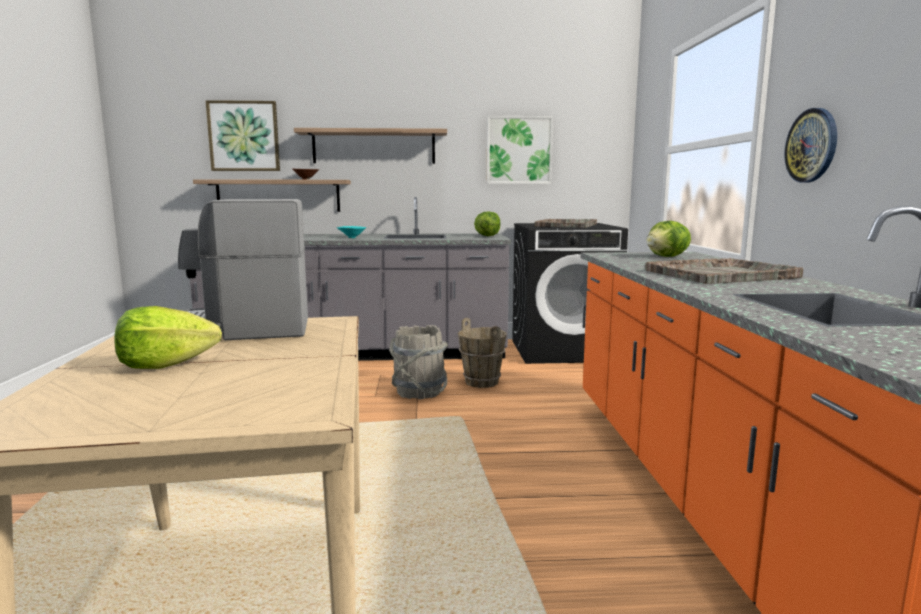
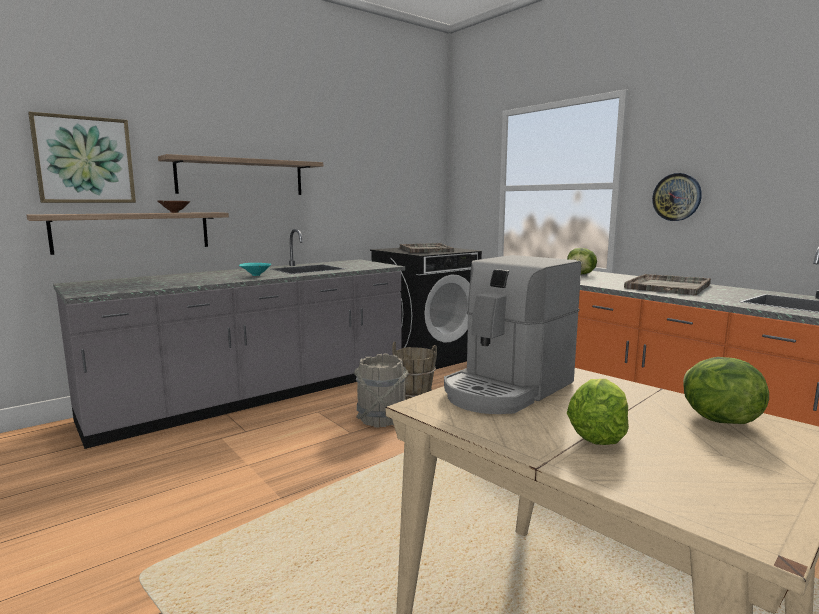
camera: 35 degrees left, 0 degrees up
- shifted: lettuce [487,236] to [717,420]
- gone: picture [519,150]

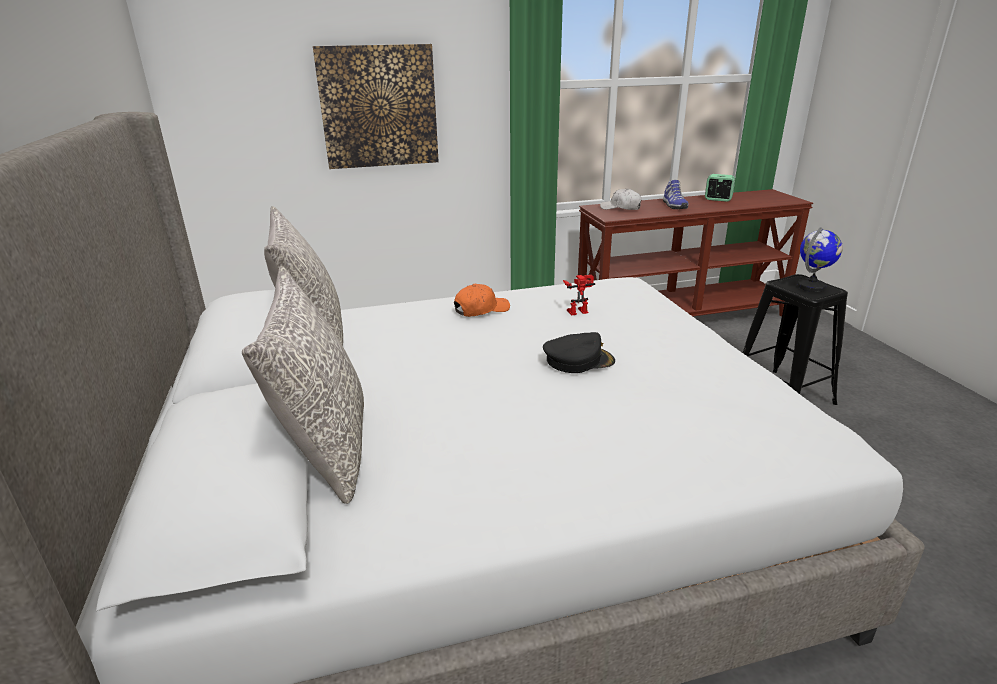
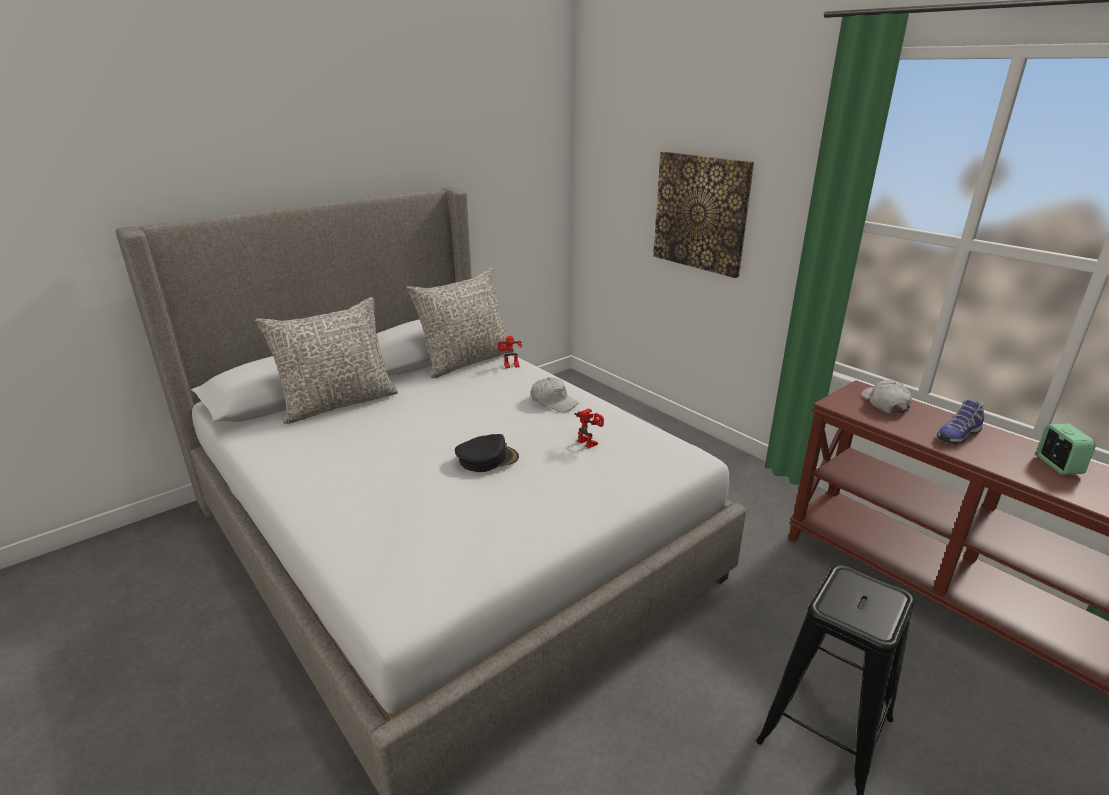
camera: 65 degrees right, 0 degrees up
- repainted: orange-coloured peaked cap [481,309] to white-coloured peaked cap [554,402]
- rotated: black peaked cap [578,360] = [487,459] 75 degrees counterclockwise
- gone: desk globe [811,287]
- new: toy robot [510,366]

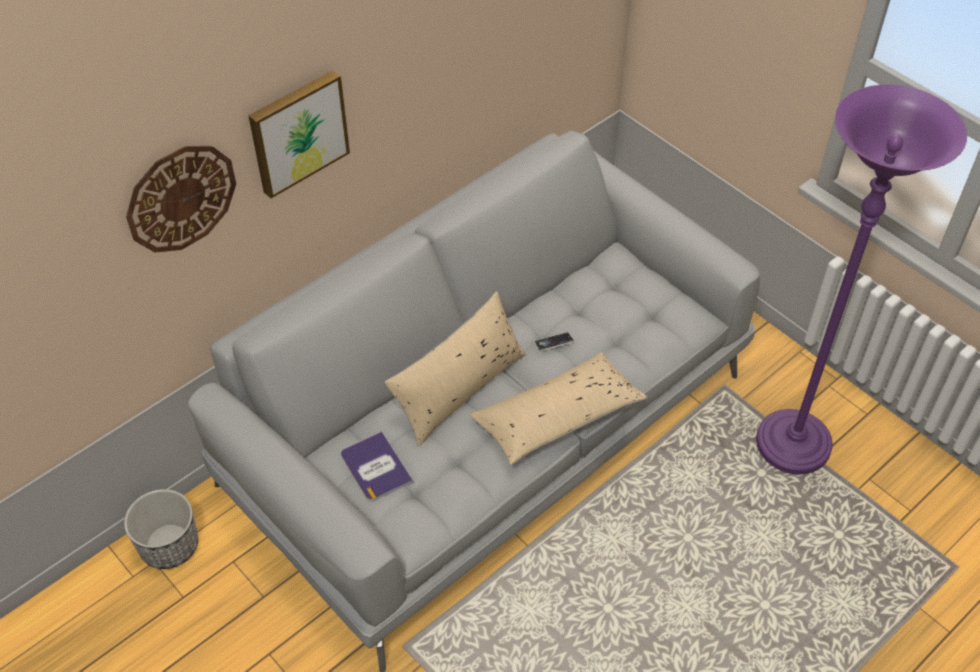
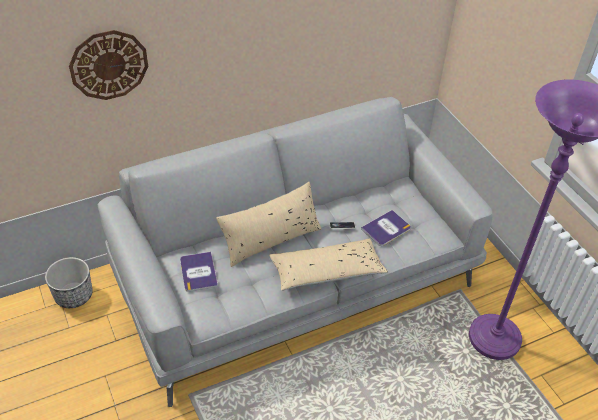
camera: 15 degrees right, 5 degrees down
- gone: picture [297,132]
- new: book [386,229]

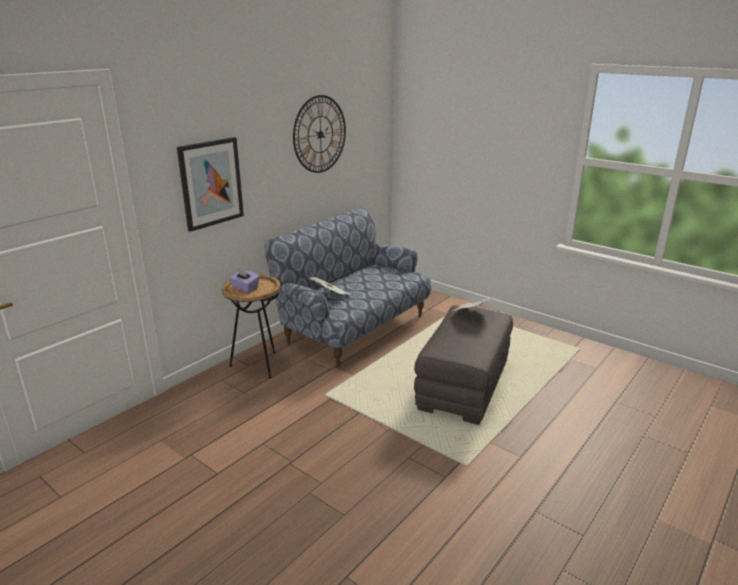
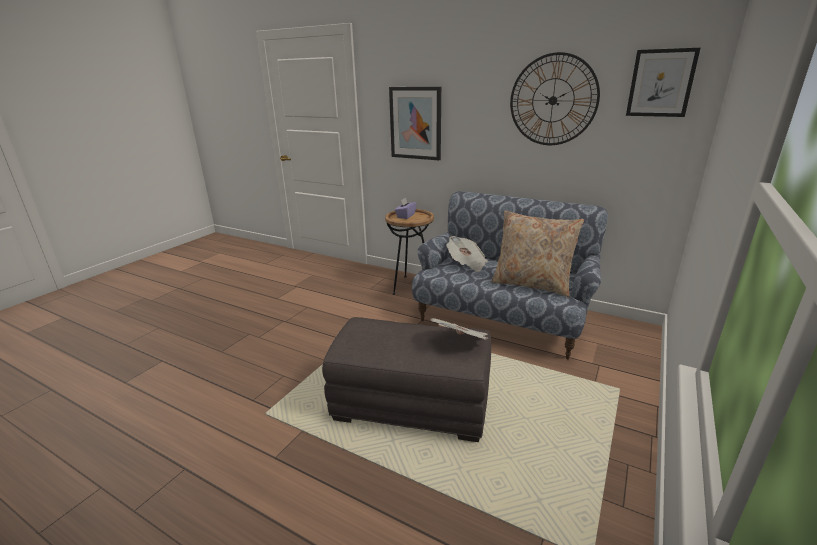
camera: 80 degrees right, 0 degrees up
- new: sand-coloured cushion [532,284]
- new: picture [661,83]

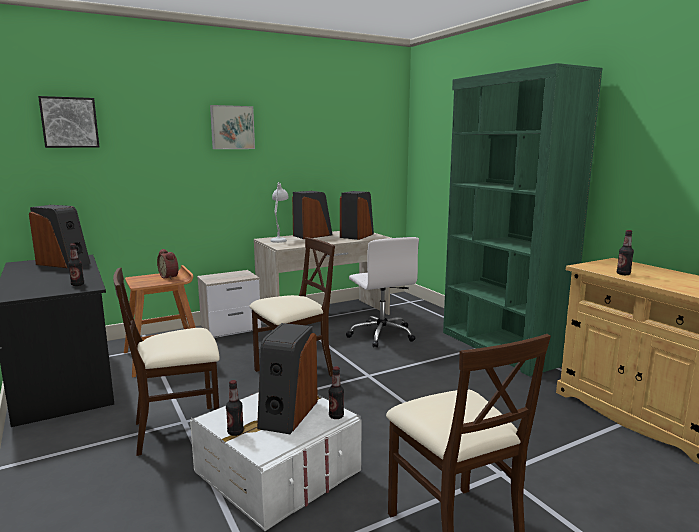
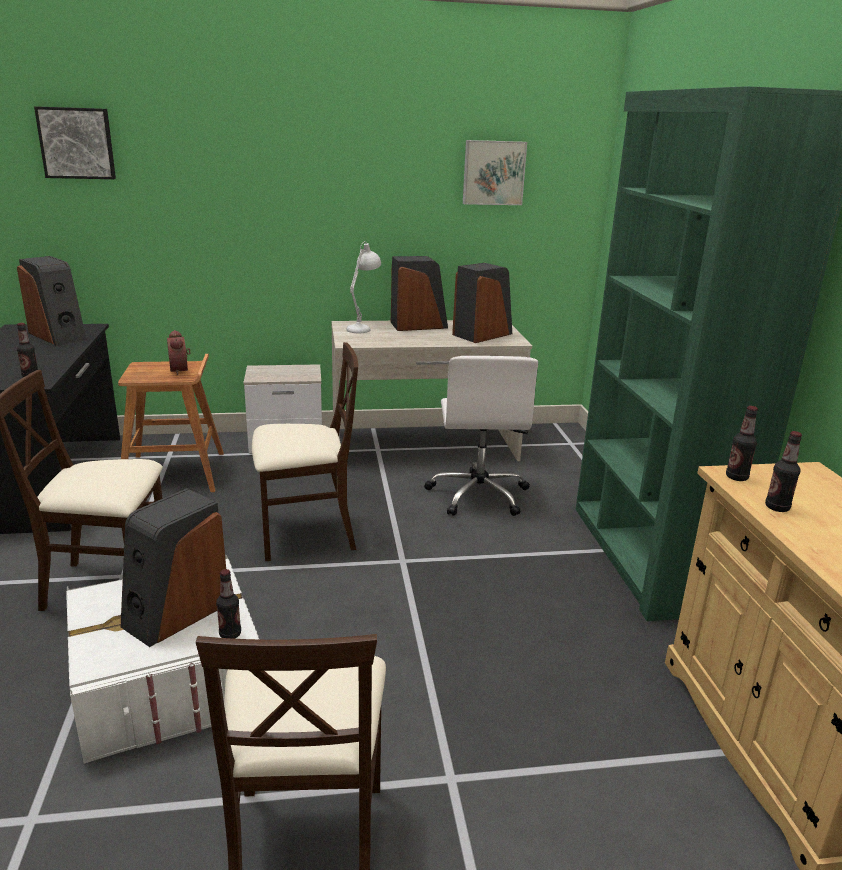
camera: 20 degrees right, 10 degrees up
- shifted: picture [232,127] to [493,172]
- shifted: drink bottle [235,432] to [736,477]

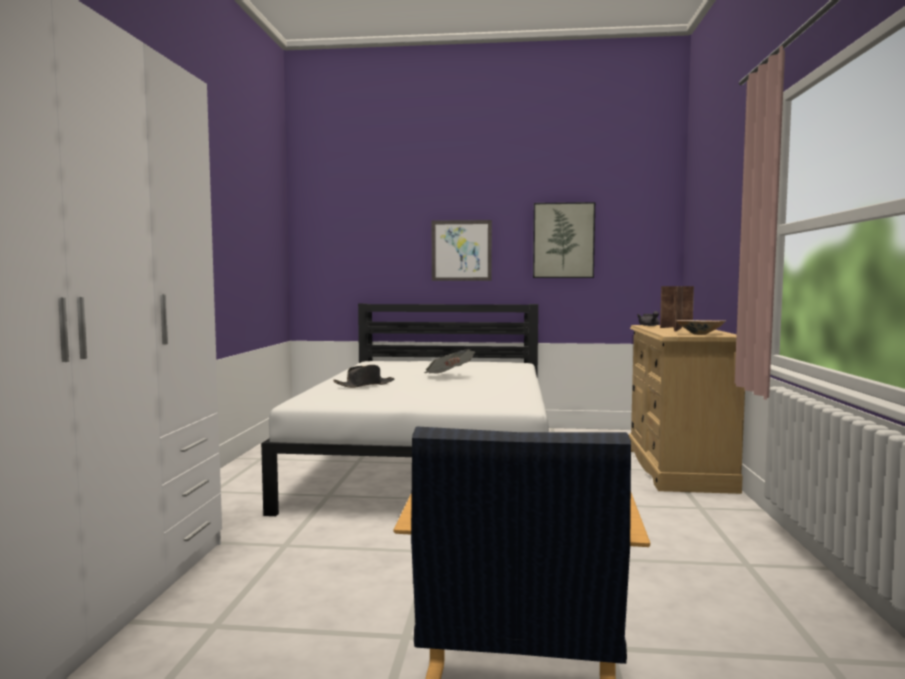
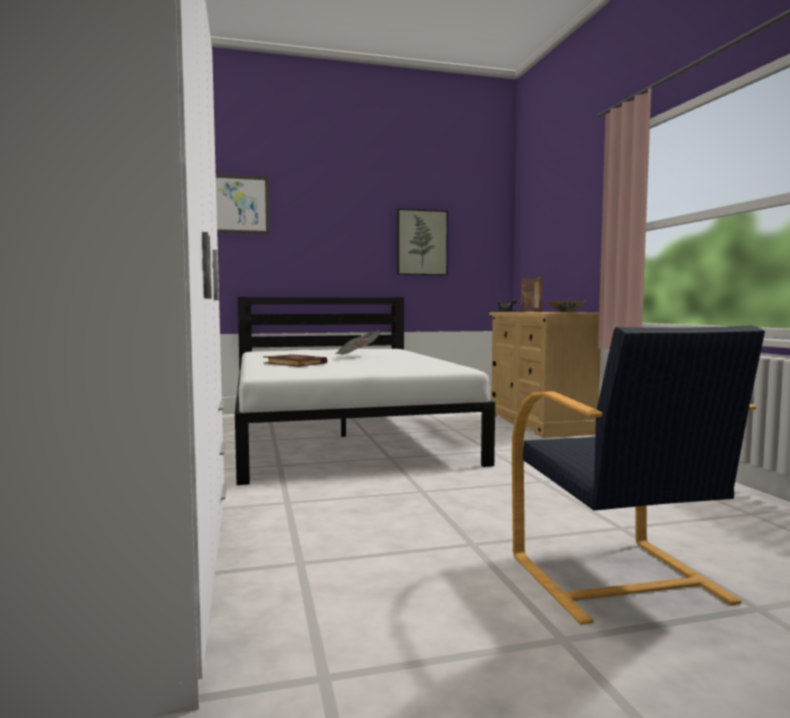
camera: 20 degrees left, 0 degrees up
- swapped: black wearable hat [364,385] to book [296,363]
- shifted: picture [461,250] to [239,204]

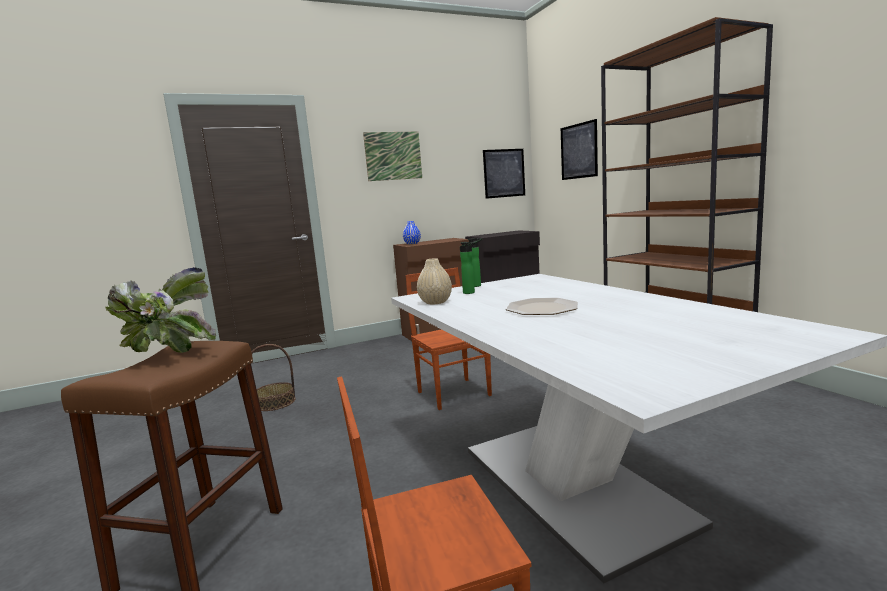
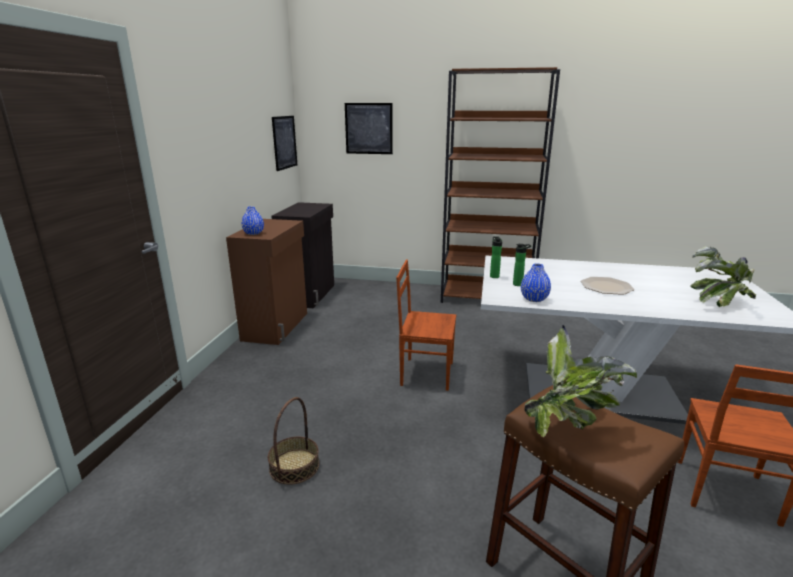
camera: 55 degrees left, 10 degrees up
- gone: picture [393,156]
- repainted: sand-coloured vase [435,302] to bluish vase [534,299]
- new: houseplant [717,303]

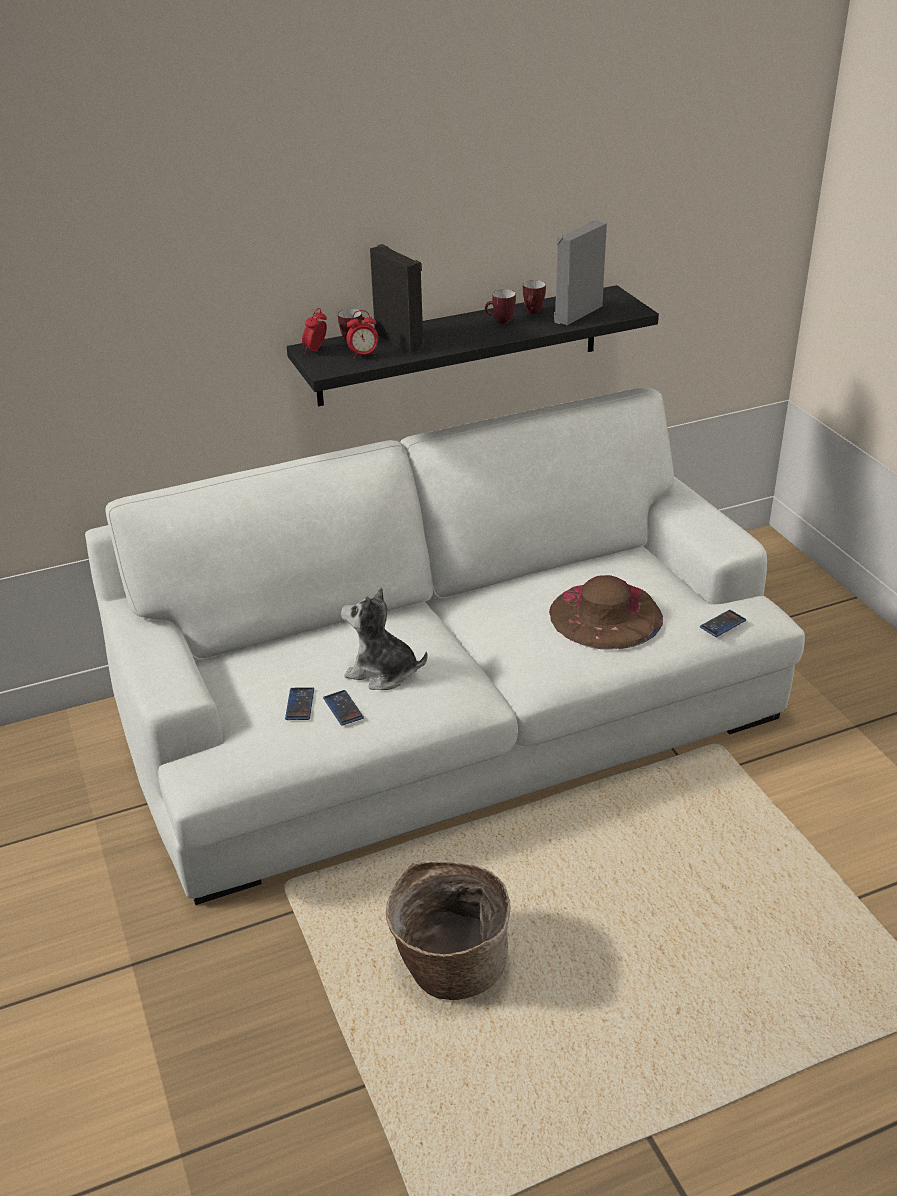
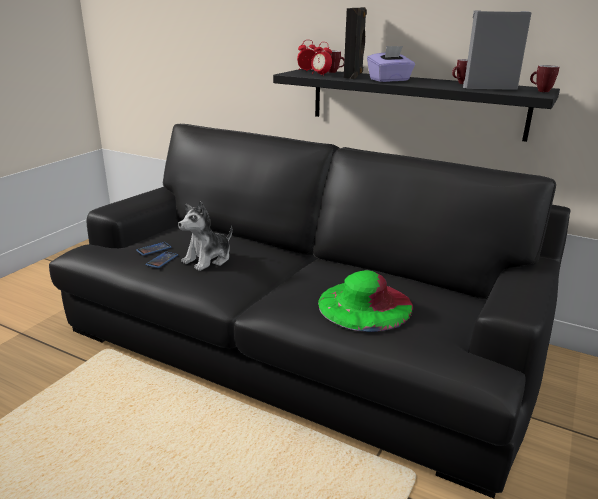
camera: 50 degrees right, 10 degrees down
- repainted: white-coloured couch [451,712] to black couch [298,339]
- rotated: plush toy [382,672] = [208,259] 120 degrees counterclockwise
- gone: basket [449,965]
- shifted: tea mug [500,321] to [540,91]
- repainted: brown wearable hat [605,615] to greenish wearable hat [365,304]
- gone: telephone [722,624]
- new: purple tissue holder [389,80]

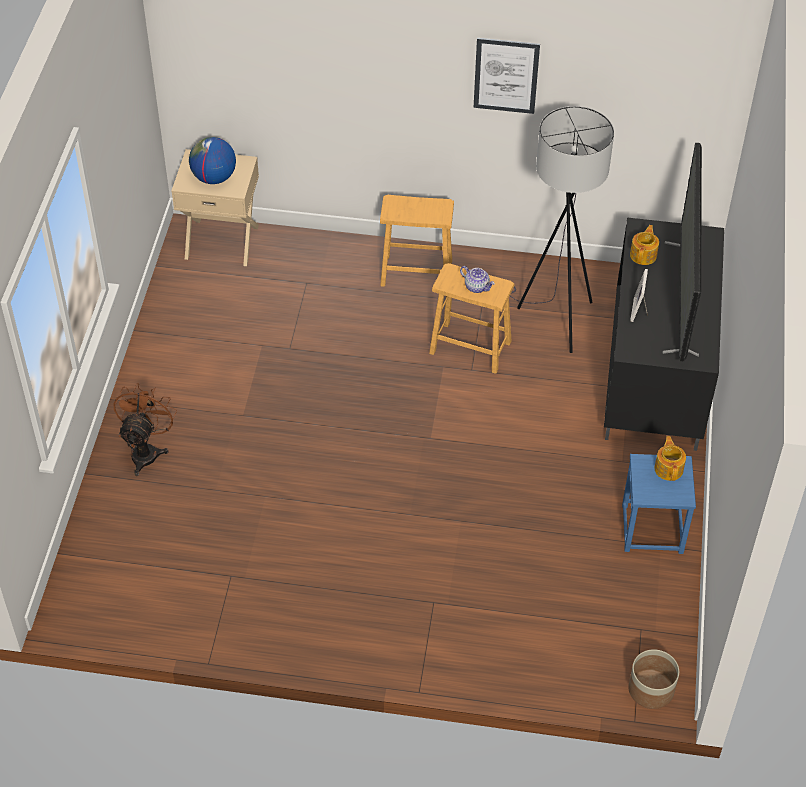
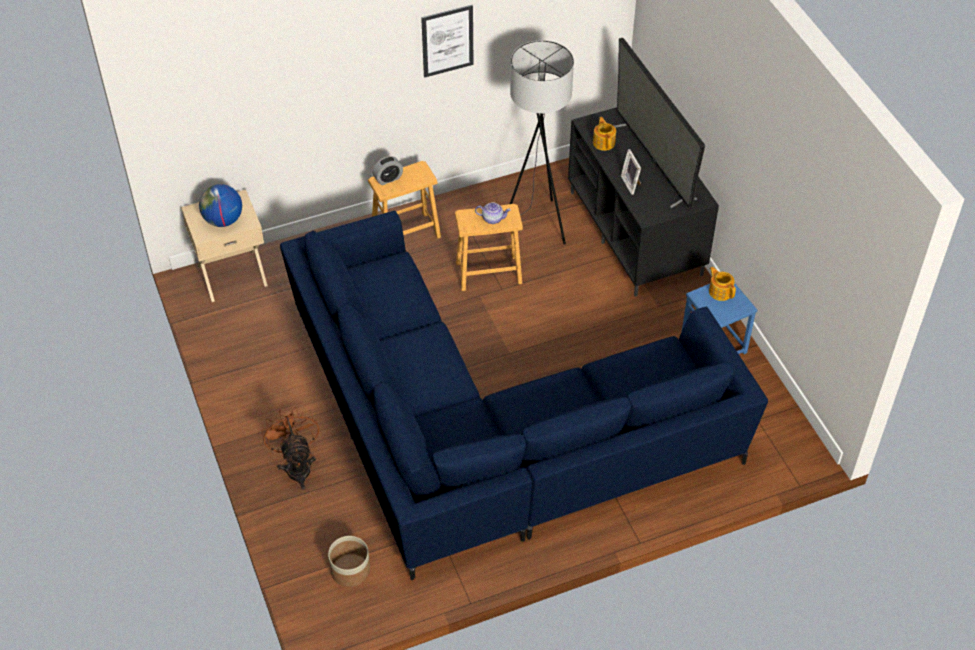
camera: 30 degrees left, 0 degrees up
- shifted: planter [650,690] to [350,571]
- new: bluish couch [487,435]
- new: bedside clock [388,179]

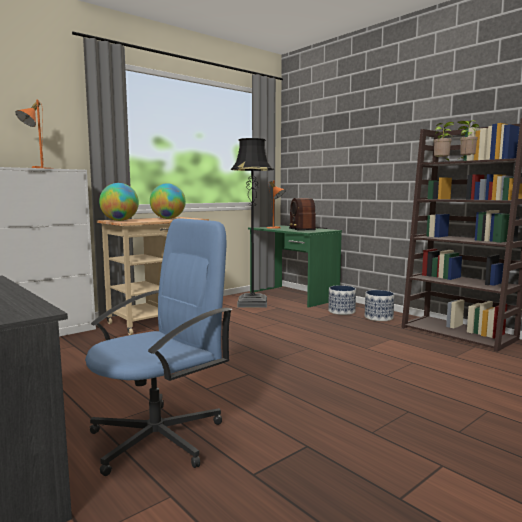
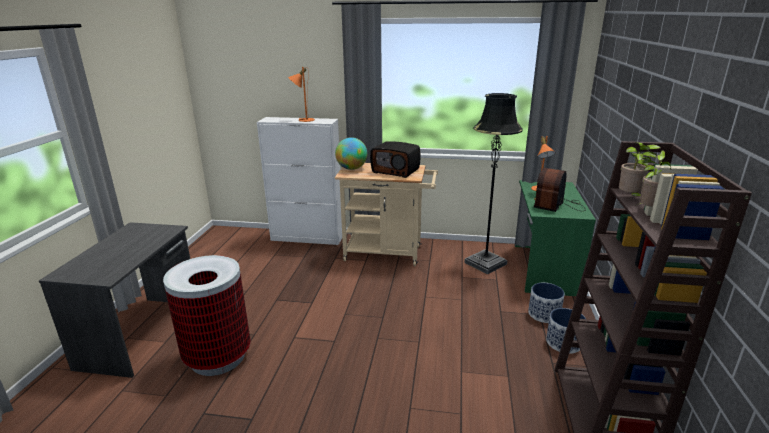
camera: 50 degrees right, 15 degrees up
- swapped: bluish computer chair [159,438] to waste bin [218,357]
- swapped: desk globe [168,218] to radio set [396,171]

